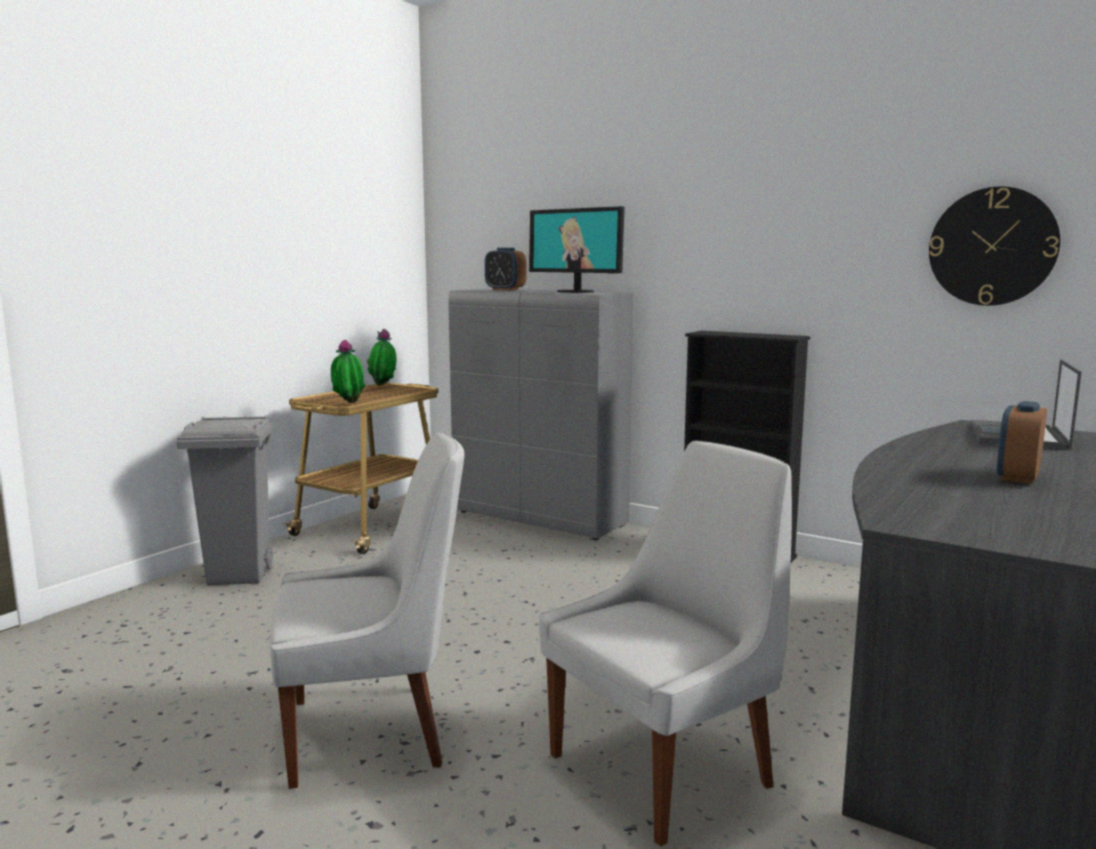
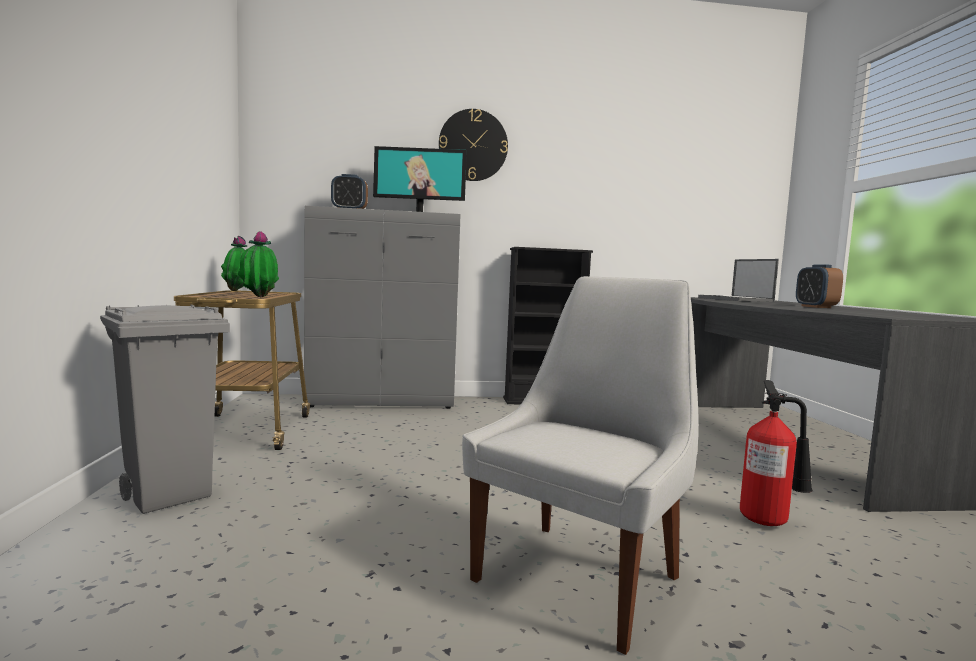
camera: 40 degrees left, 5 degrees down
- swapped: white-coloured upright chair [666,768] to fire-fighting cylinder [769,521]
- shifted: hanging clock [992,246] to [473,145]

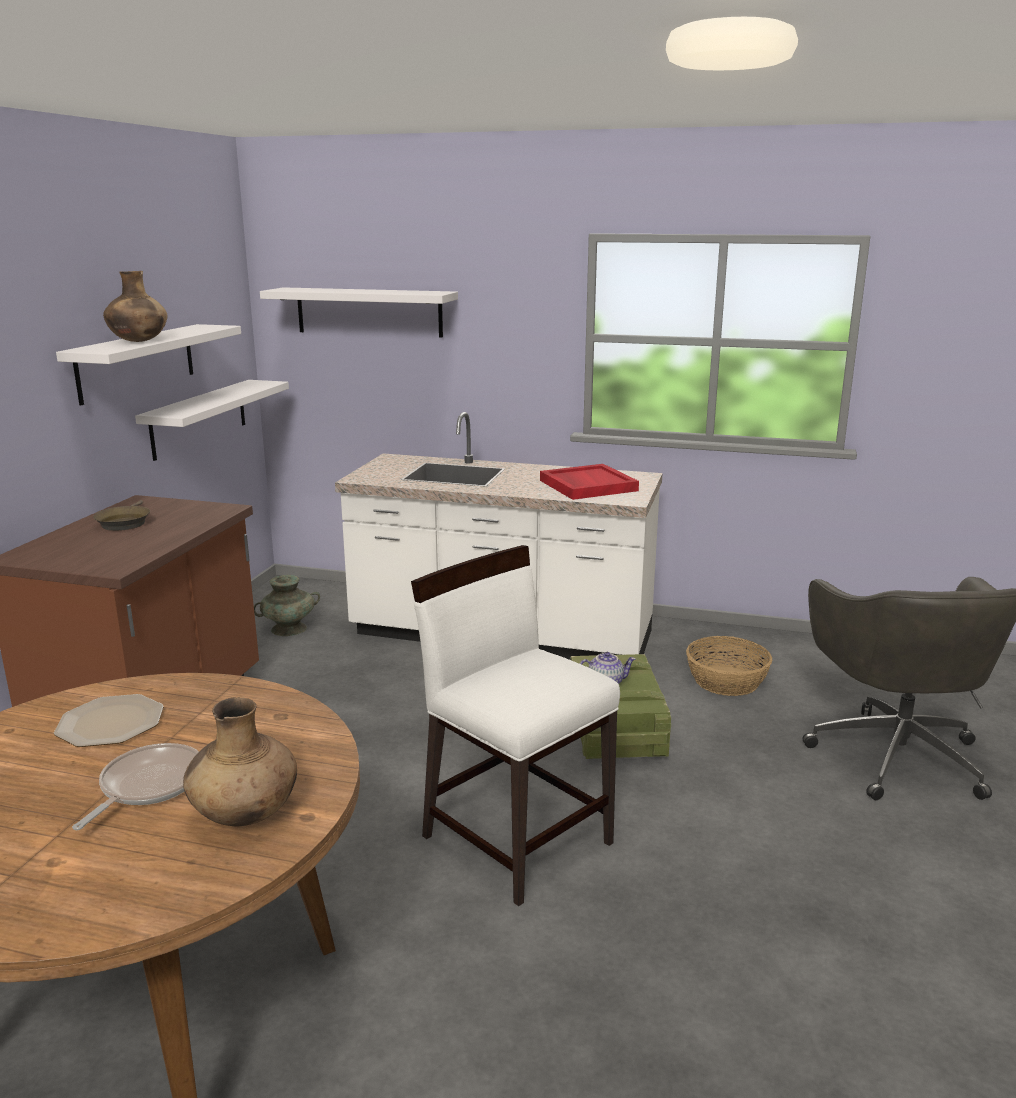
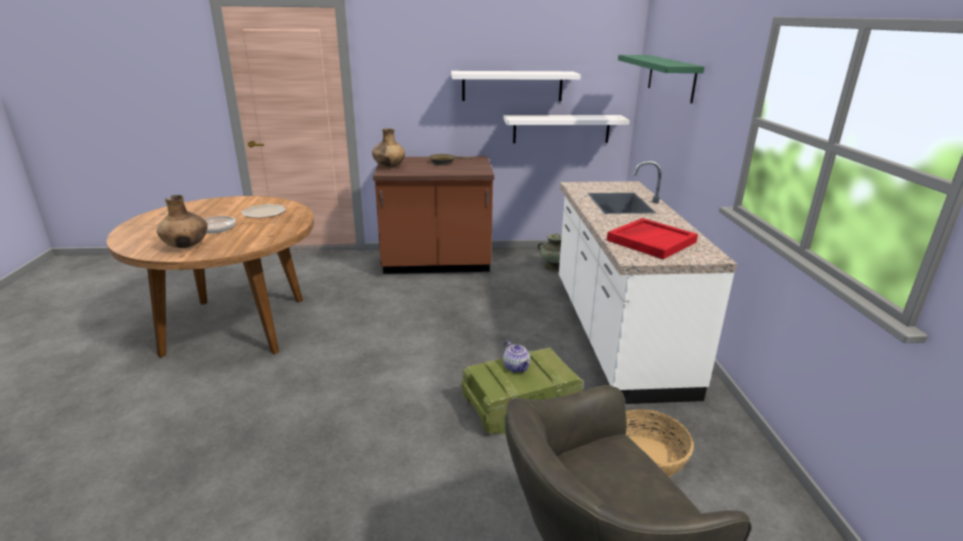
camera: 70 degrees right, 5 degrees up
- shifted: brown vase [138,341] to [389,166]
- repainted: white-coloured wall shelf [369,312] to greenish wall shelf [671,77]
- gone: white-coloured upright chair [516,837]

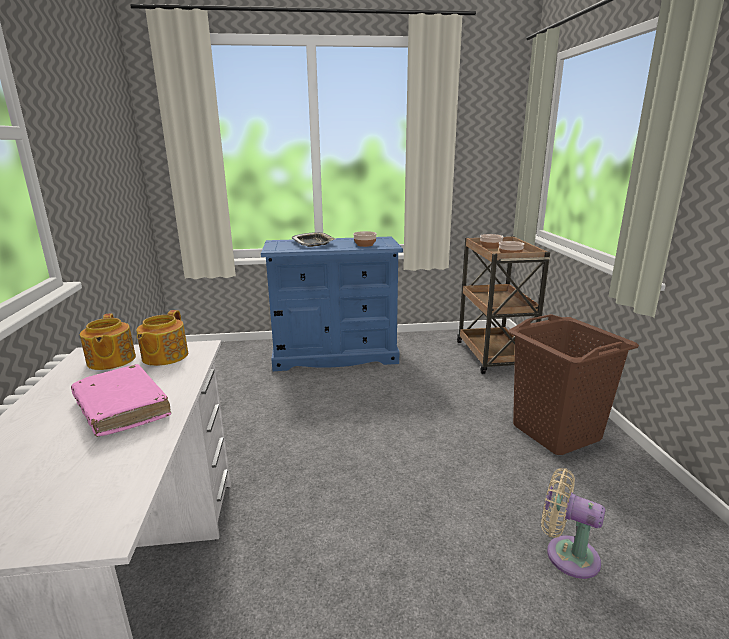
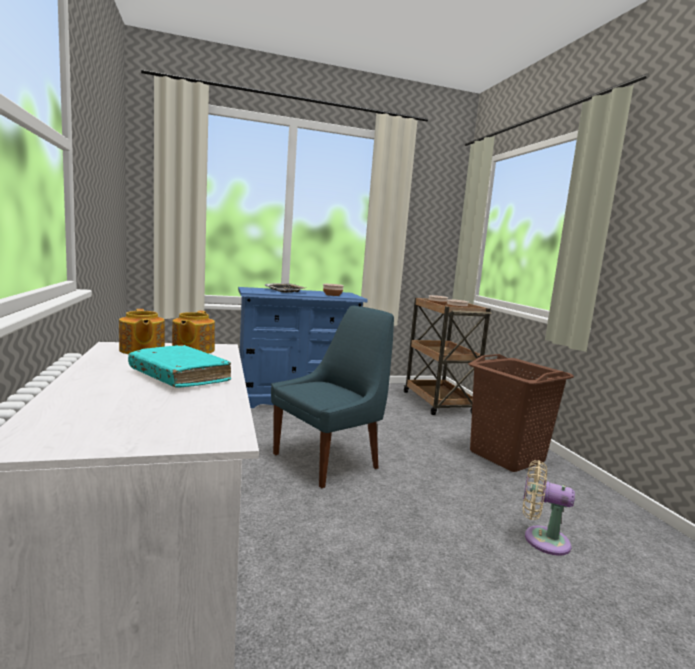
camera: 10 degrees left, 10 degrees down
- repainted: pinkish book [122,409] to turquoise book [179,376]
- new: bluish upright chair [329,460]

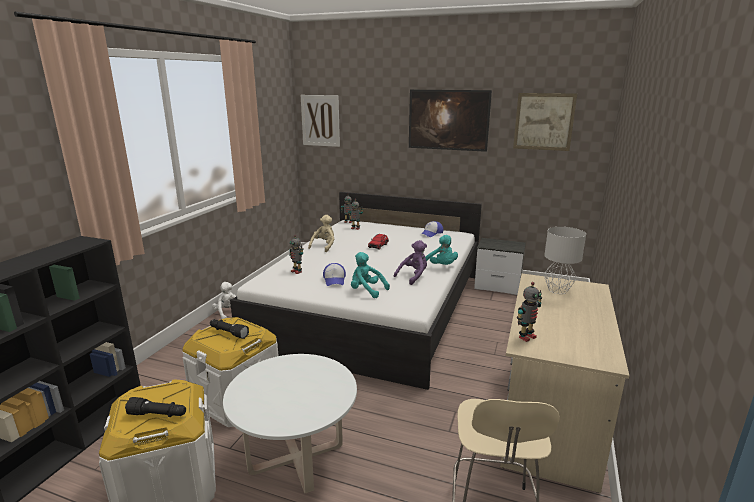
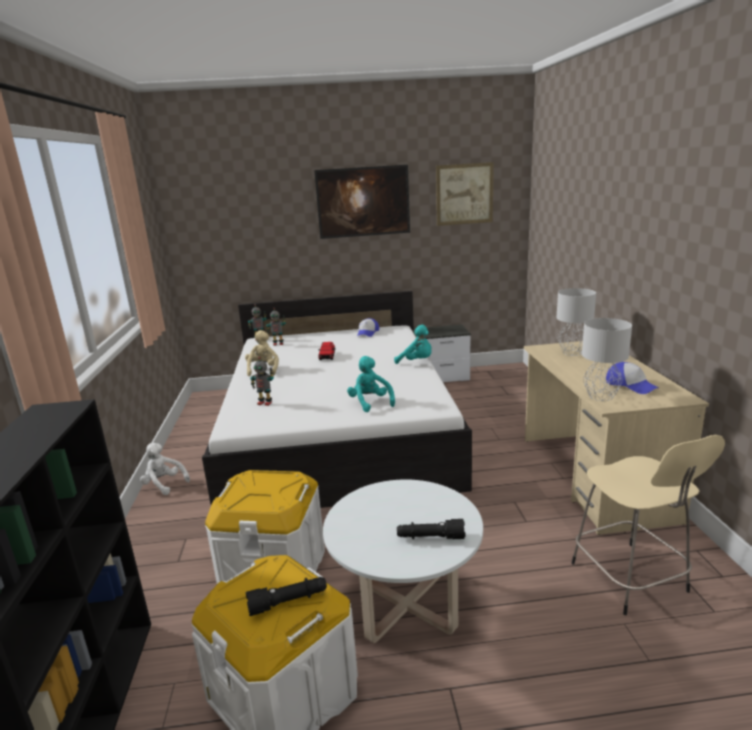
camera: 25 degrees left, 0 degrees up
- shifted: black flashlight [228,333] to [430,538]
- gone: picture [320,120]
- shifted: peaked cap [334,279] to [630,385]
- rotated: turquoise plush toy [366,291] = [370,403] 60 degrees clockwise
- gone: purple plush toy [413,276]
- swapped: toy robot [526,337] to gray table lamp [600,396]

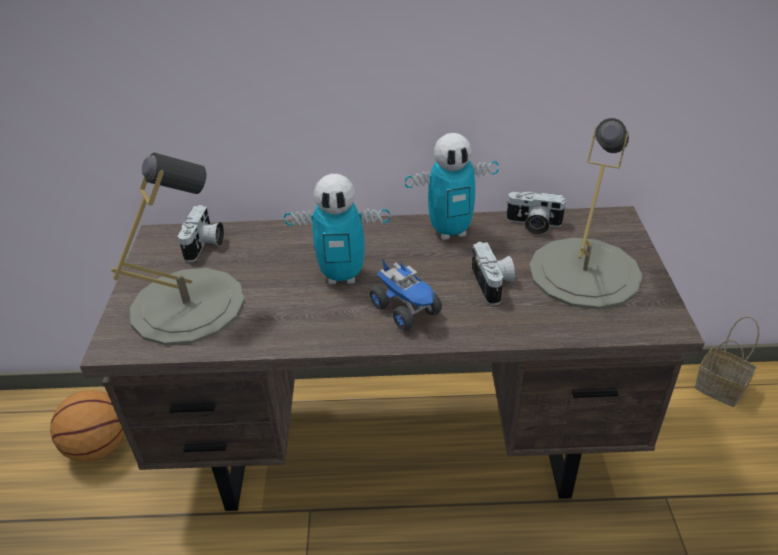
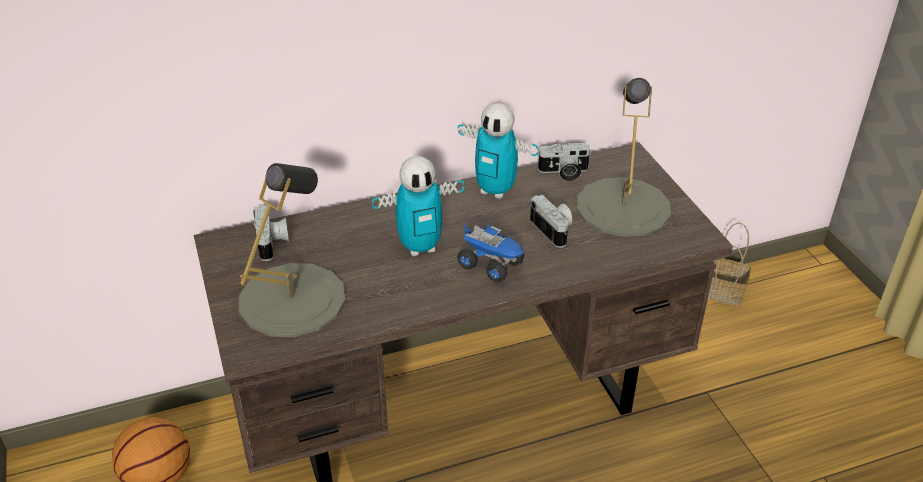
camera: 20 degrees left, 0 degrees up
- rotated: toy robot [450,231] = [495,191] 60 degrees clockwise

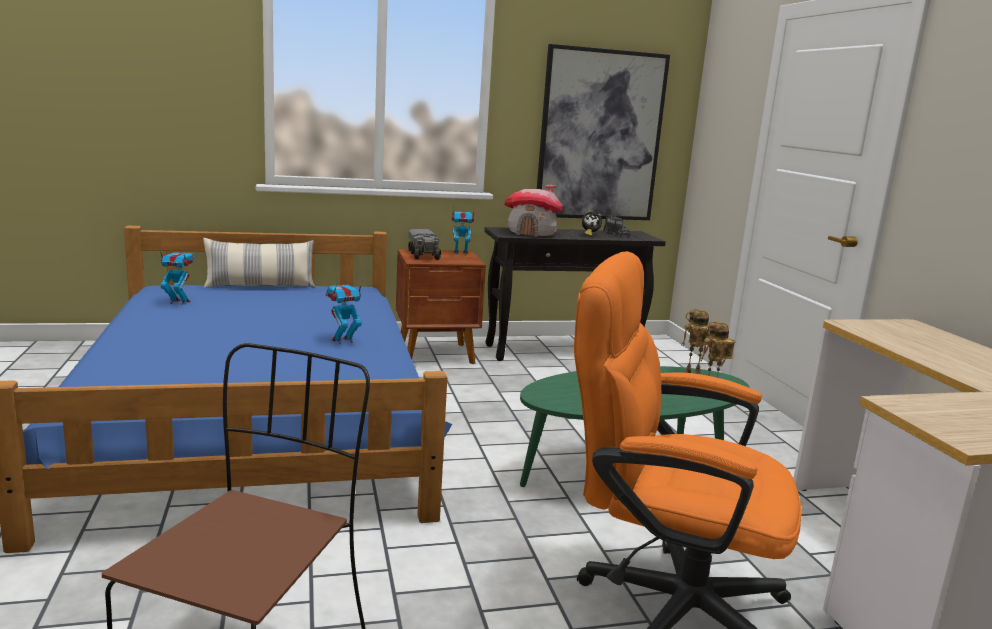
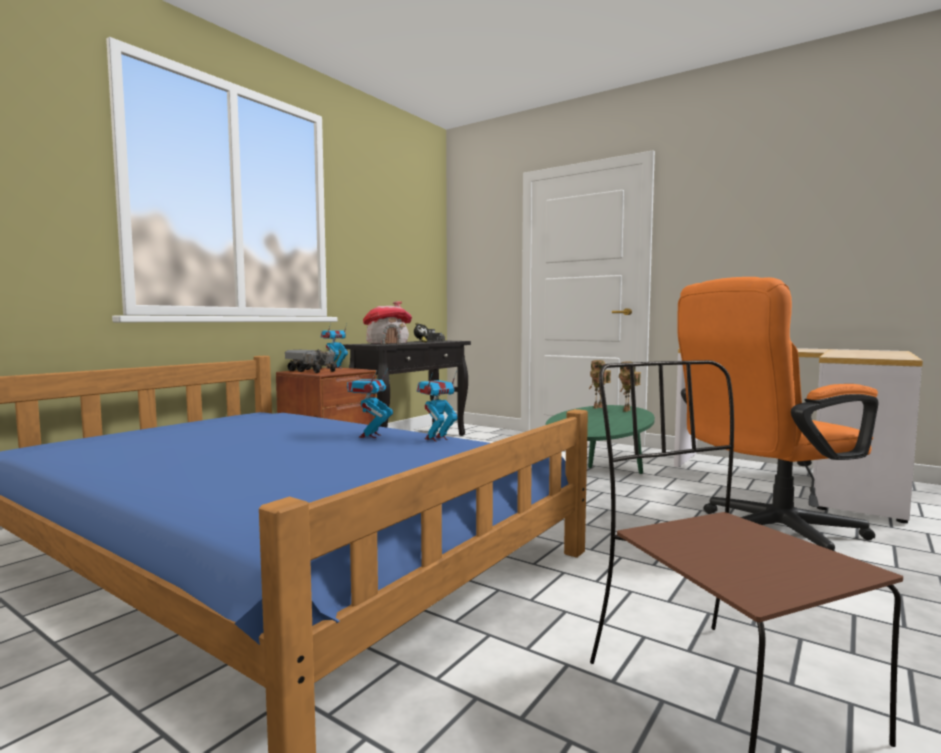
camera: 40 degrees left, 10 degrees down
- shifted: toy robot [179,302] to [436,439]
- gone: cushion [260,286]
- gone: picture [600,136]

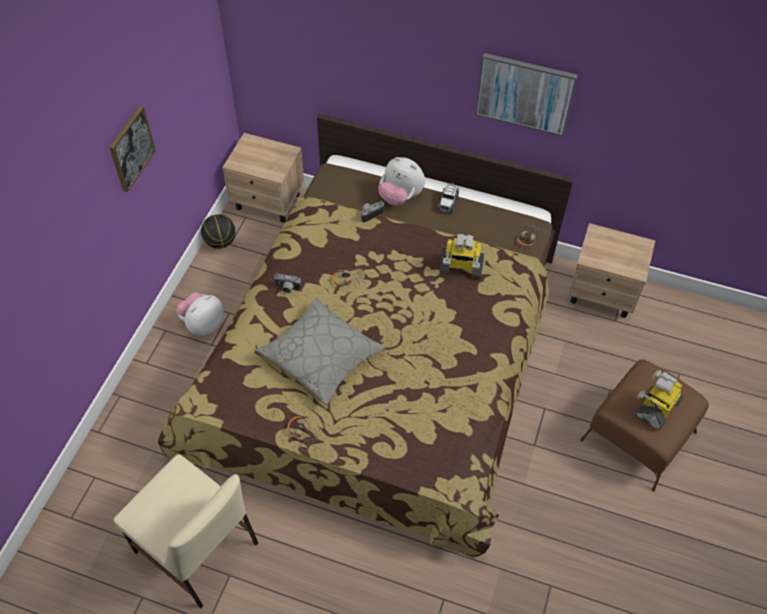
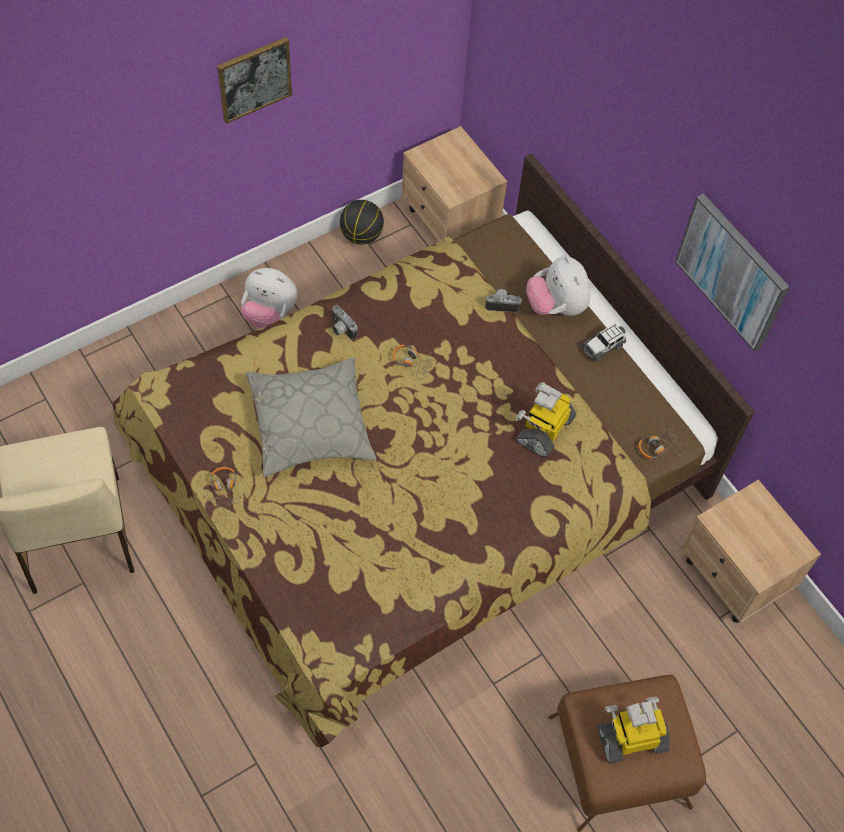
camera: 35 degrees right, 5 degrees up
- rotated: plush toy [203,324] = [269,313] 150 degrees counterclockwise
- rotated: toy robot [460,267] = [544,429] 75 degrees clockwise

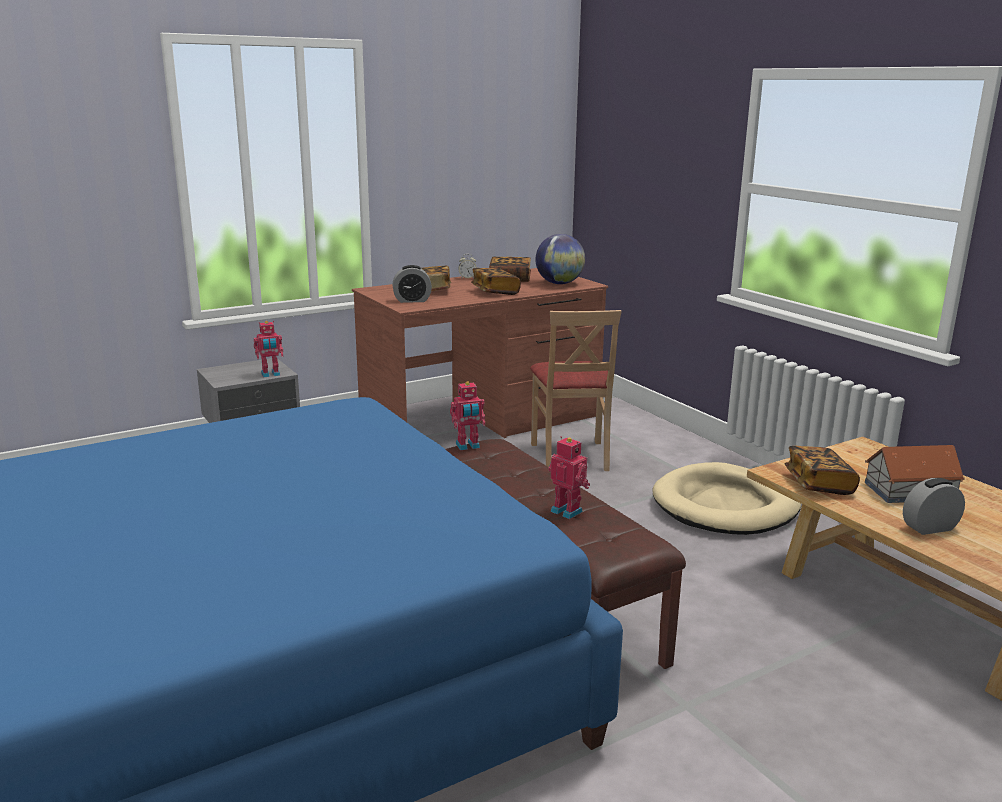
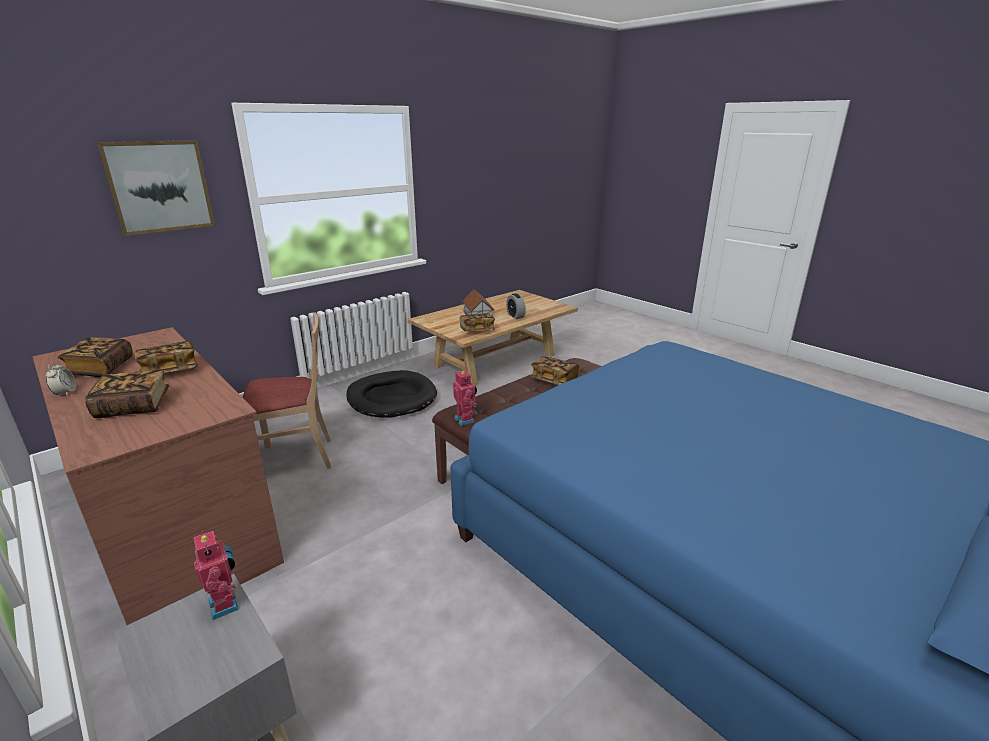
camera: 100 degrees left, 5 degrees up
- gone: bedside clock [412,300]
- gone: desk globe [559,283]
- swapped: toy robot [567,510] to book [554,380]
- repainted: sand-coloured dog cushion [725,505] to black dog cushion [391,398]
- new: picture [159,186]

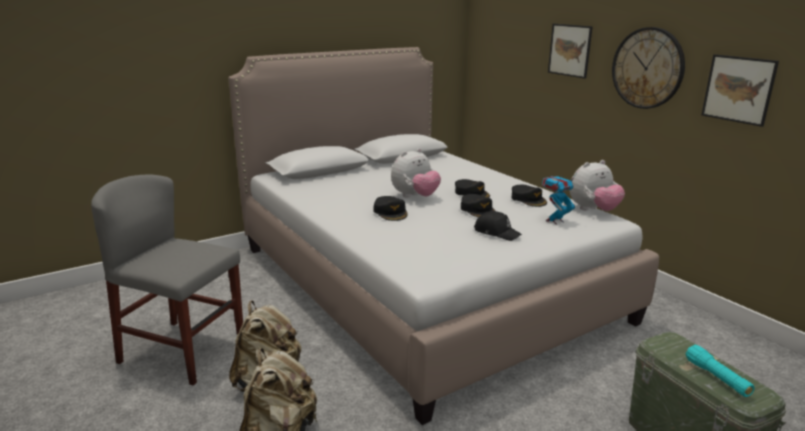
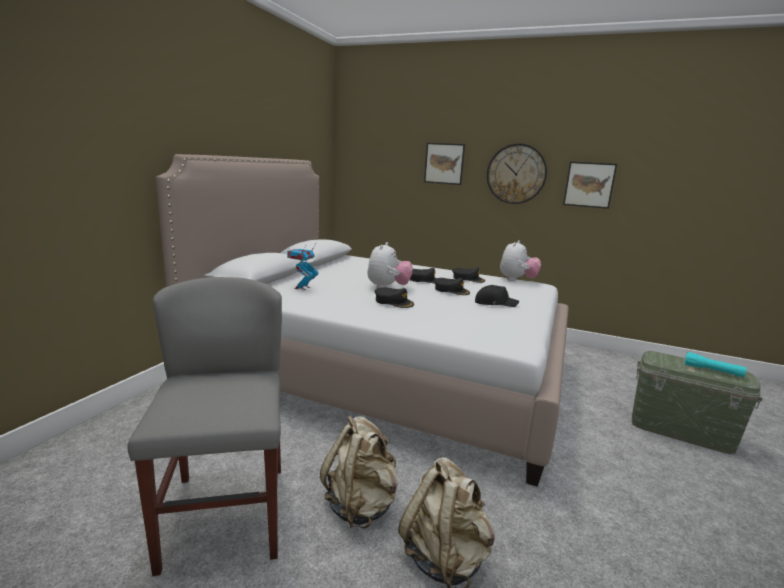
camera: 35 degrees left, 5 degrees down
- rotated: gray upright chair [183,351] = [226,515] 90 degrees clockwise
- shifted: toy robot [555,221] to [302,288]

